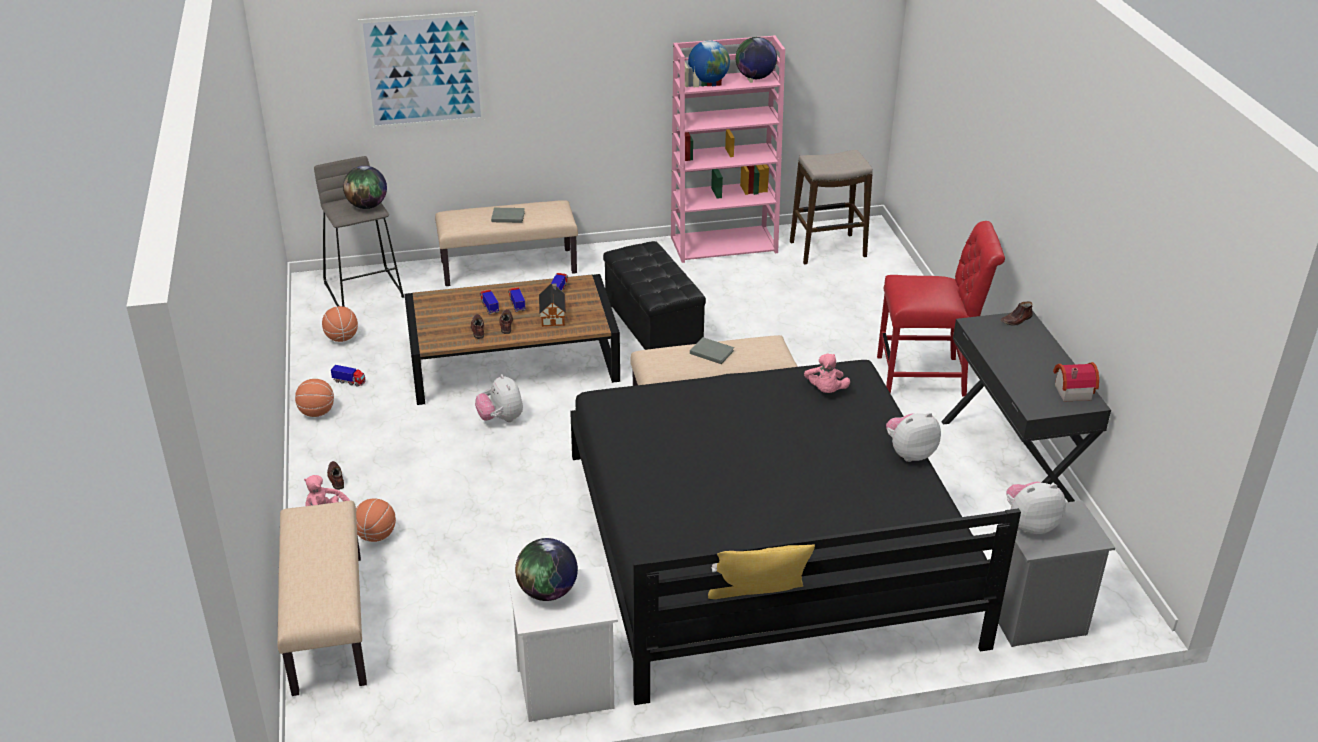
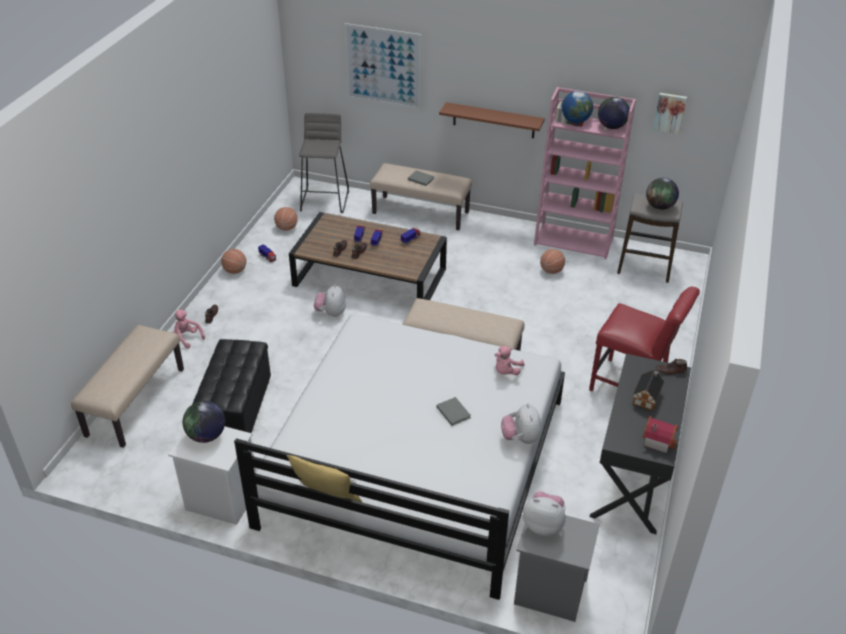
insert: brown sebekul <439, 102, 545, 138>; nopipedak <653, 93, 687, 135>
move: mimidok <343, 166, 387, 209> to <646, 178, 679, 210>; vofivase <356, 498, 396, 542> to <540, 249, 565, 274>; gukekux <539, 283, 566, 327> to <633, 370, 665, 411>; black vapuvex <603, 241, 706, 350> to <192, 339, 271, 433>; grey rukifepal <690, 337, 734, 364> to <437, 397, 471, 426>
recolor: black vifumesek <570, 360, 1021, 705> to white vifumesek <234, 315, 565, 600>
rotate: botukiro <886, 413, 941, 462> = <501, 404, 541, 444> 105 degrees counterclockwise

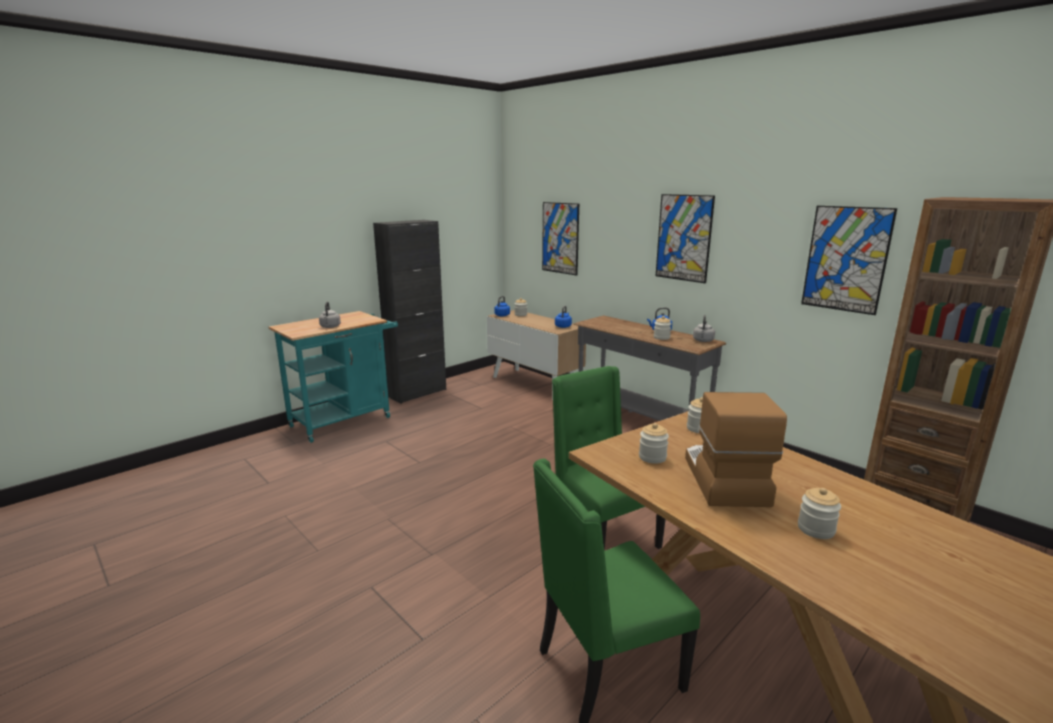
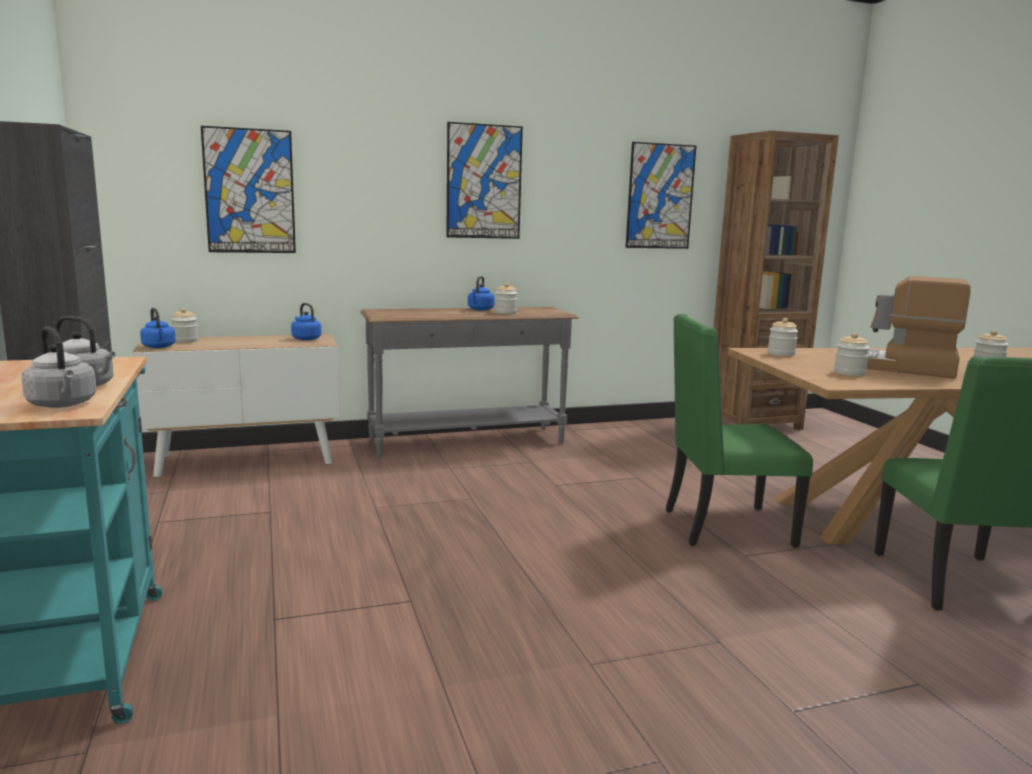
move: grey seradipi <693, 315, 715, 342> to <21, 326, 96, 408>

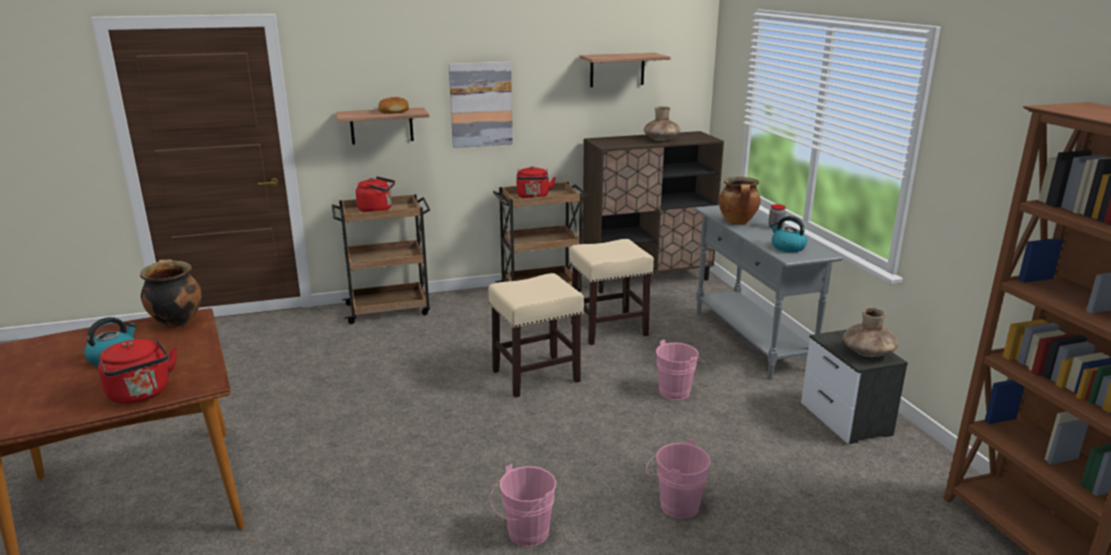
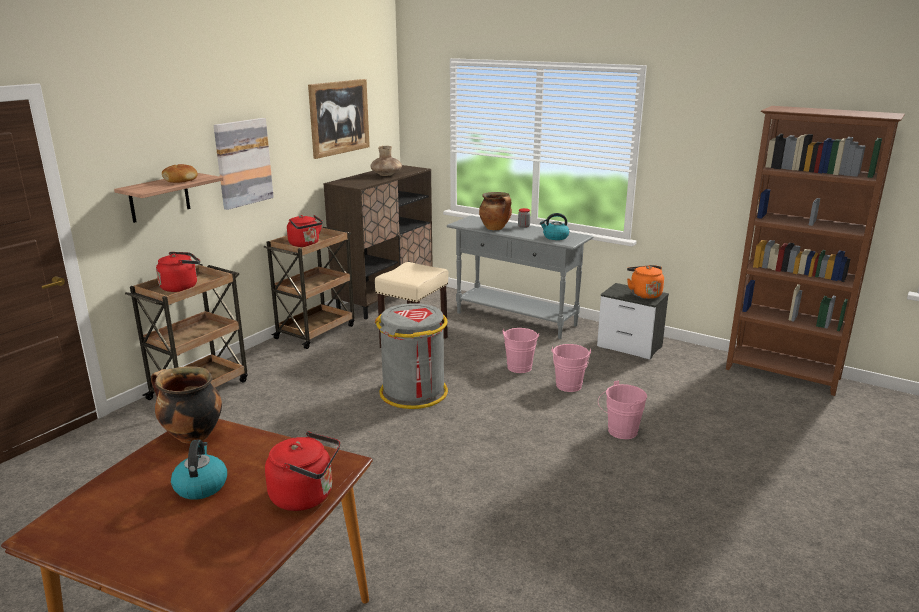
move: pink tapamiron <490, 464, 556, 546> to <551, 344, 591, 392>
replace: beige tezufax <488, 273, 584, 398> to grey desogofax <375, 303, 448, 409>; sebekul <579, 53, 670, 87> to nopipedak <308, 79, 370, 159>; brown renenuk <843, 307, 898, 357> to orange seradipi <627, 265, 664, 299>

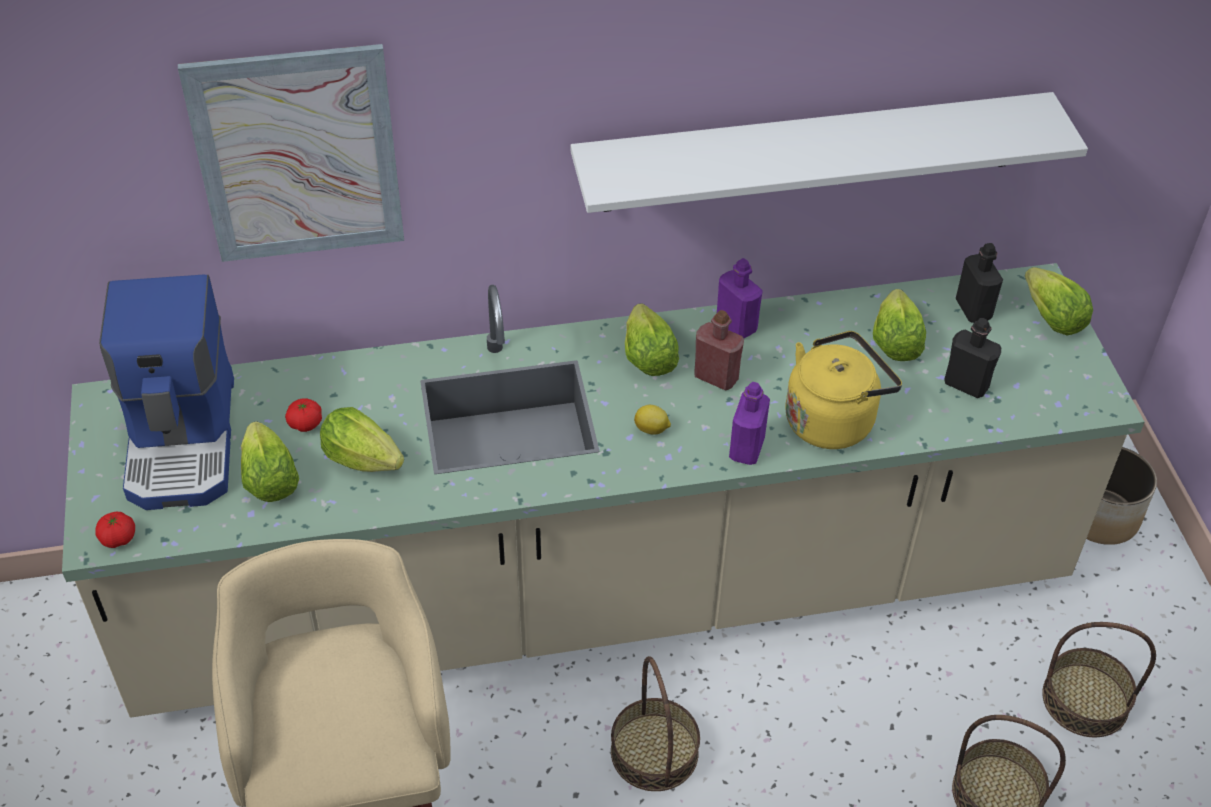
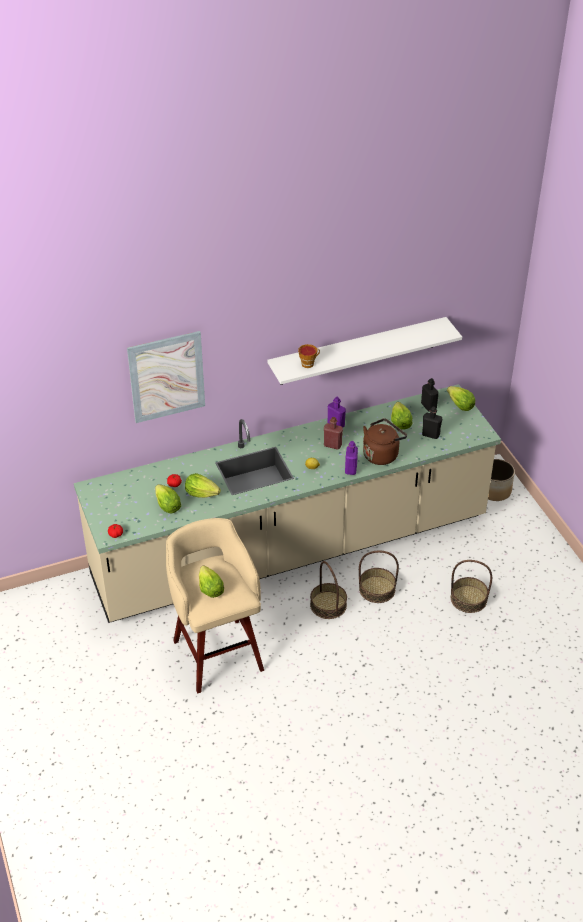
delete: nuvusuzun <99, 275, 234, 510>
insert: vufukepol <298, 344, 320, 368>
move: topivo <625, 304, 679, 376> to <199, 565, 224, 598>; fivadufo <1042, 622, 1156, 737> to <359, 551, 399, 603>
recolor: yellow seradipi <785, 331, 902, 449> to brown seradipi <363, 418, 407, 465>

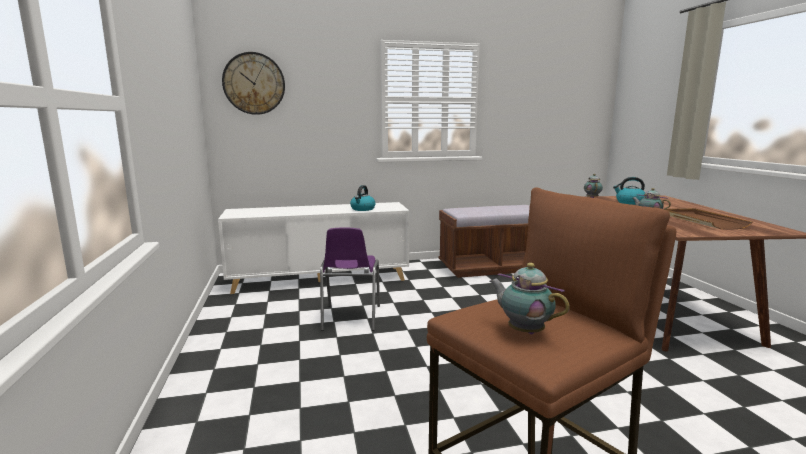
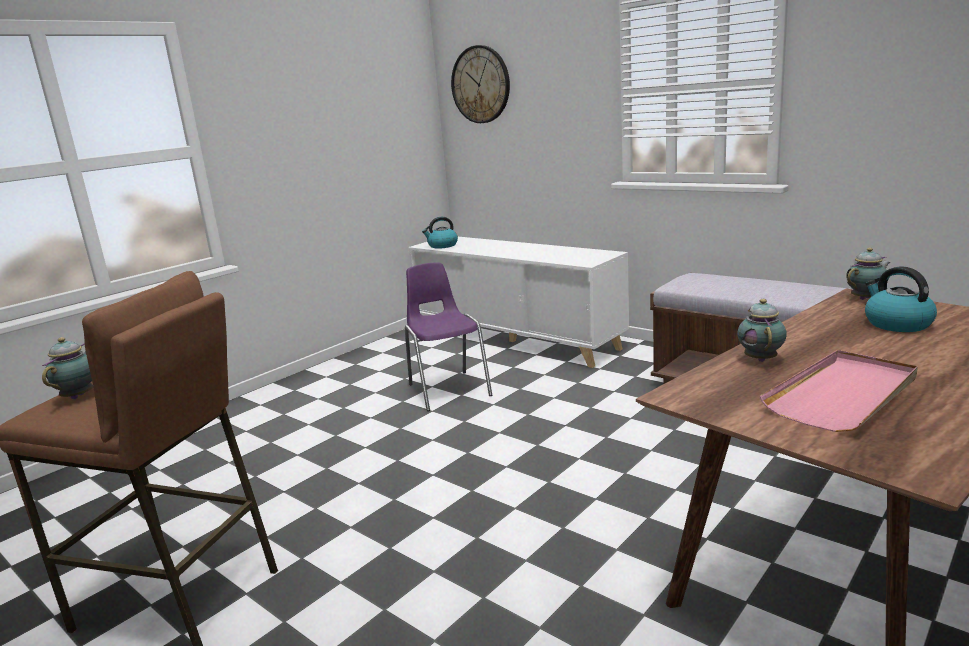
move: seradipi <350, 185, 375, 211> to <422, 217, 458, 249>
recolor: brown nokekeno <665, 208, 752, 230> to pink nokekeno <760, 350, 918, 432>
rotate: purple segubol <320, 228, 380, 331> = <405, 263, 492, 411> 105 degrees clockwise

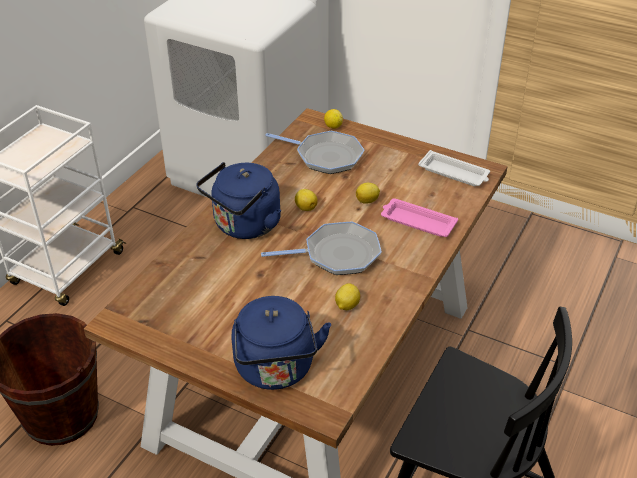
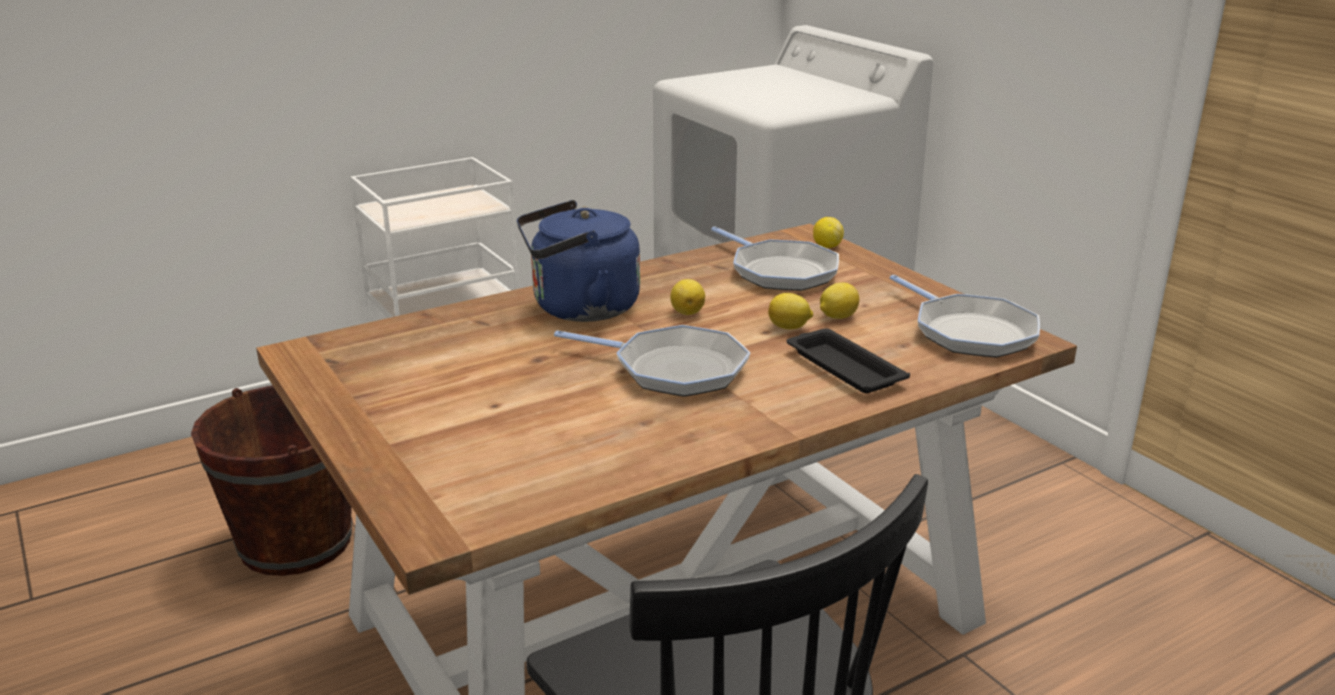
delete: blue seradipi <231, 296, 331, 390>
move: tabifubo <335, 283, 360, 310> to <820, 282, 859, 319>
replace: white nokekeno <418, 150, 490, 186> to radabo <890, 275, 1040, 358>
recolor: pink nokekeno <381, 198, 458, 237> to black nokekeno <787, 329, 910, 393>

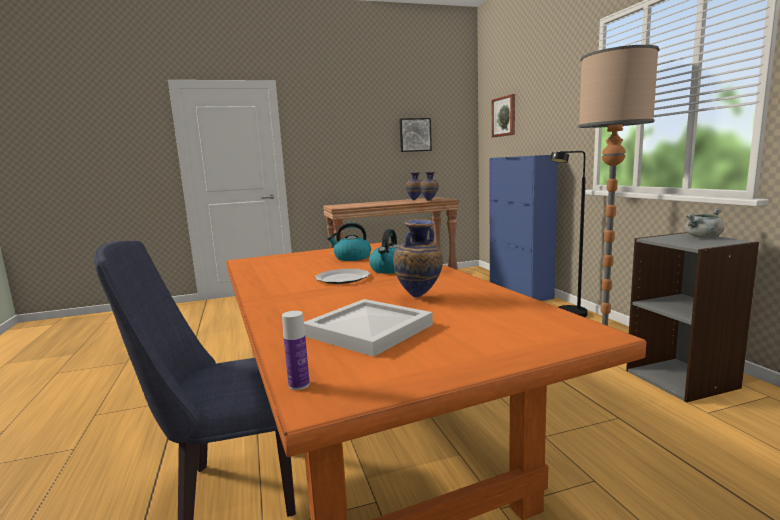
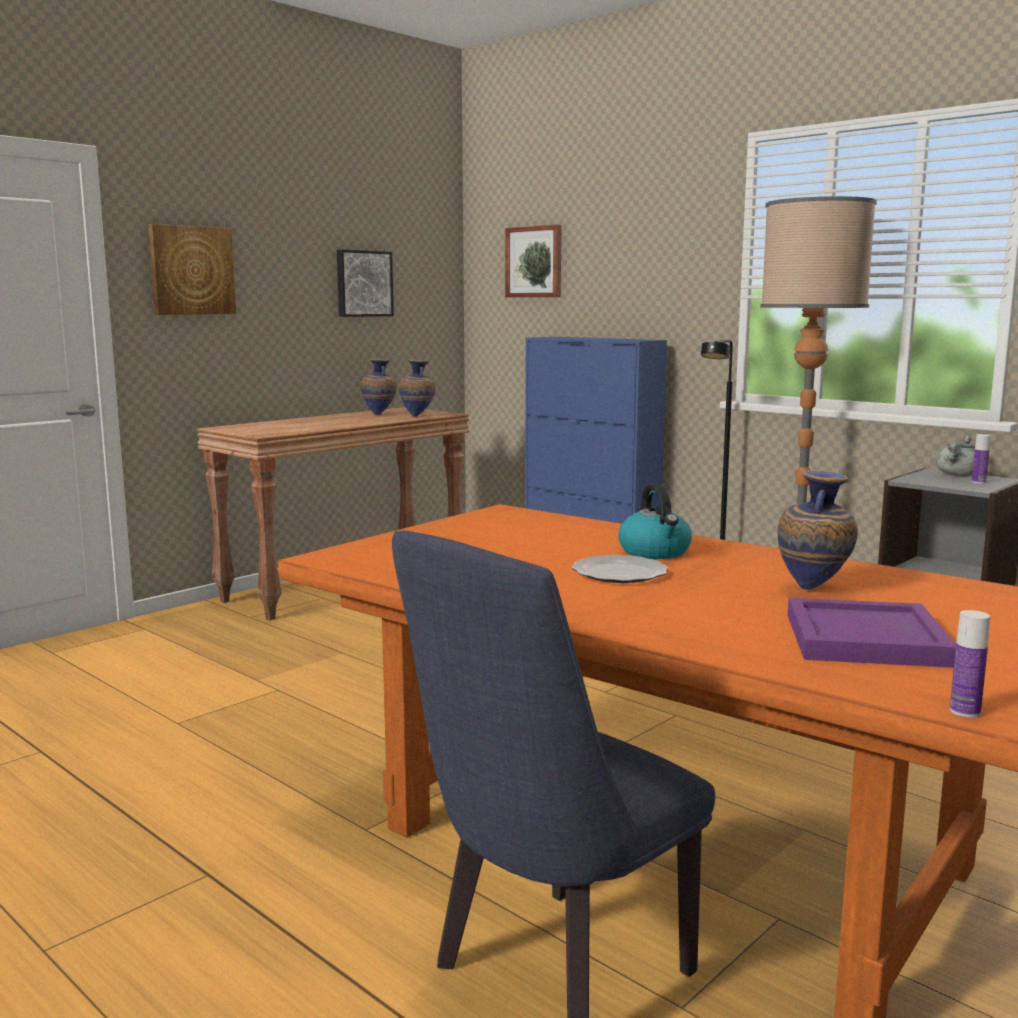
delete: seradipi <327, 223, 371, 261>
insert: nopipedak <148, 224, 236, 315>; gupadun <972, 434, 990, 484>
recolor: white nokekeno <304, 299, 433, 357> to purple nokekeno <788, 598, 956, 668>

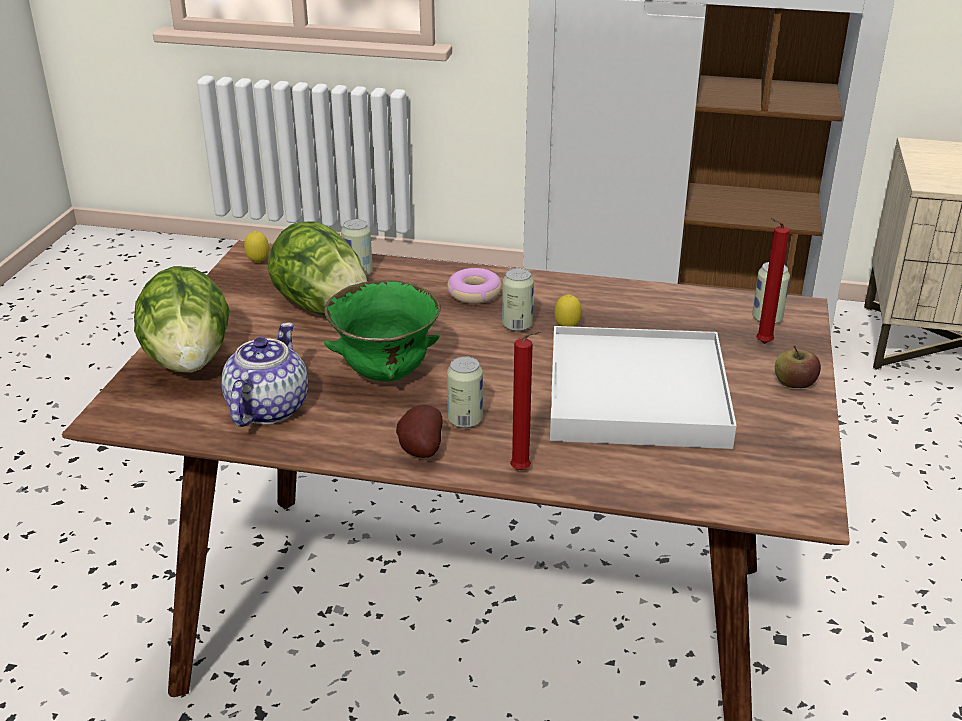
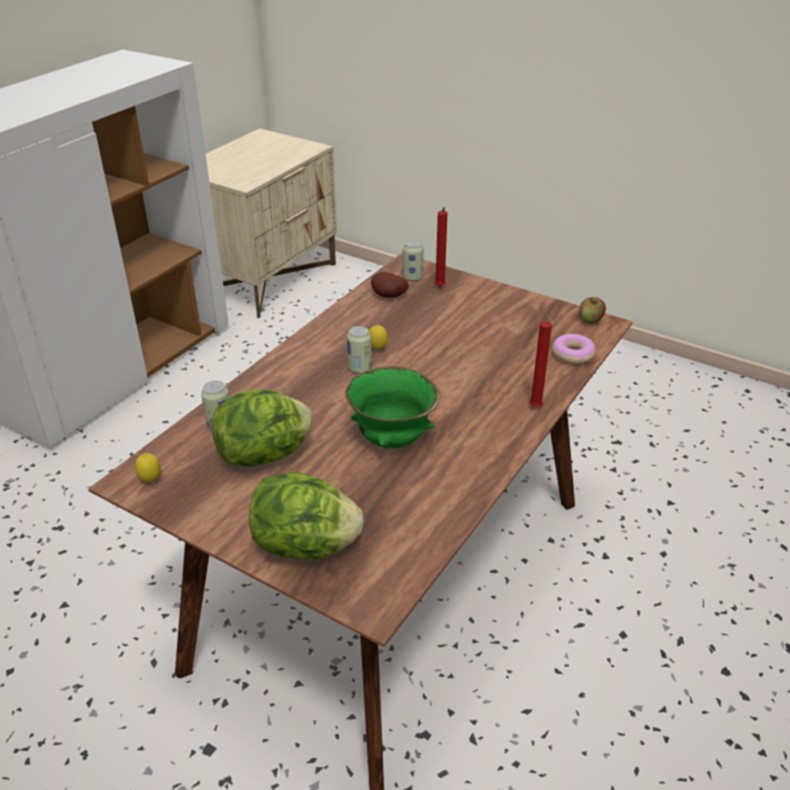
delete: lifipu <222, 322, 308, 427>; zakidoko <447, 356, 483, 428>; white nokekeno <550, 326, 737, 449>
move: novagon <396, 405, 442, 458> to <371, 272, 409, 298>; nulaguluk <447, 268, 502, 304> to <552, 334, 596, 364>; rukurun <775, 346, 821, 388> to <579, 297, 606, 324>

